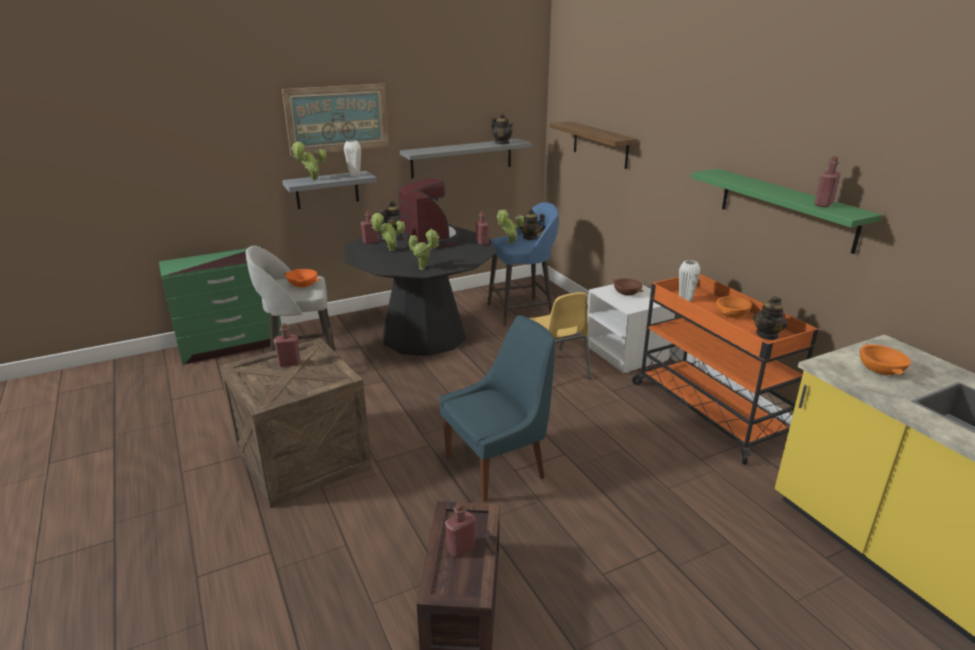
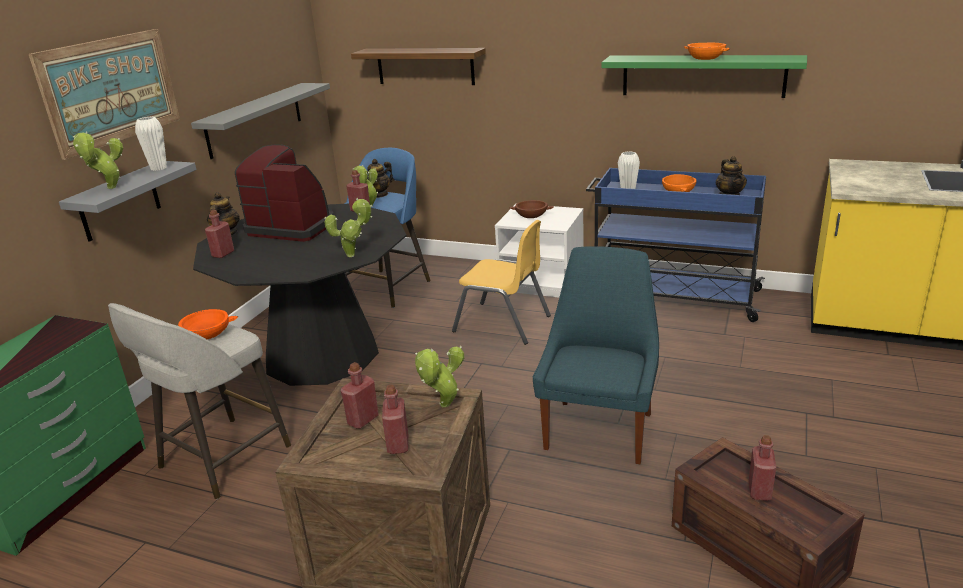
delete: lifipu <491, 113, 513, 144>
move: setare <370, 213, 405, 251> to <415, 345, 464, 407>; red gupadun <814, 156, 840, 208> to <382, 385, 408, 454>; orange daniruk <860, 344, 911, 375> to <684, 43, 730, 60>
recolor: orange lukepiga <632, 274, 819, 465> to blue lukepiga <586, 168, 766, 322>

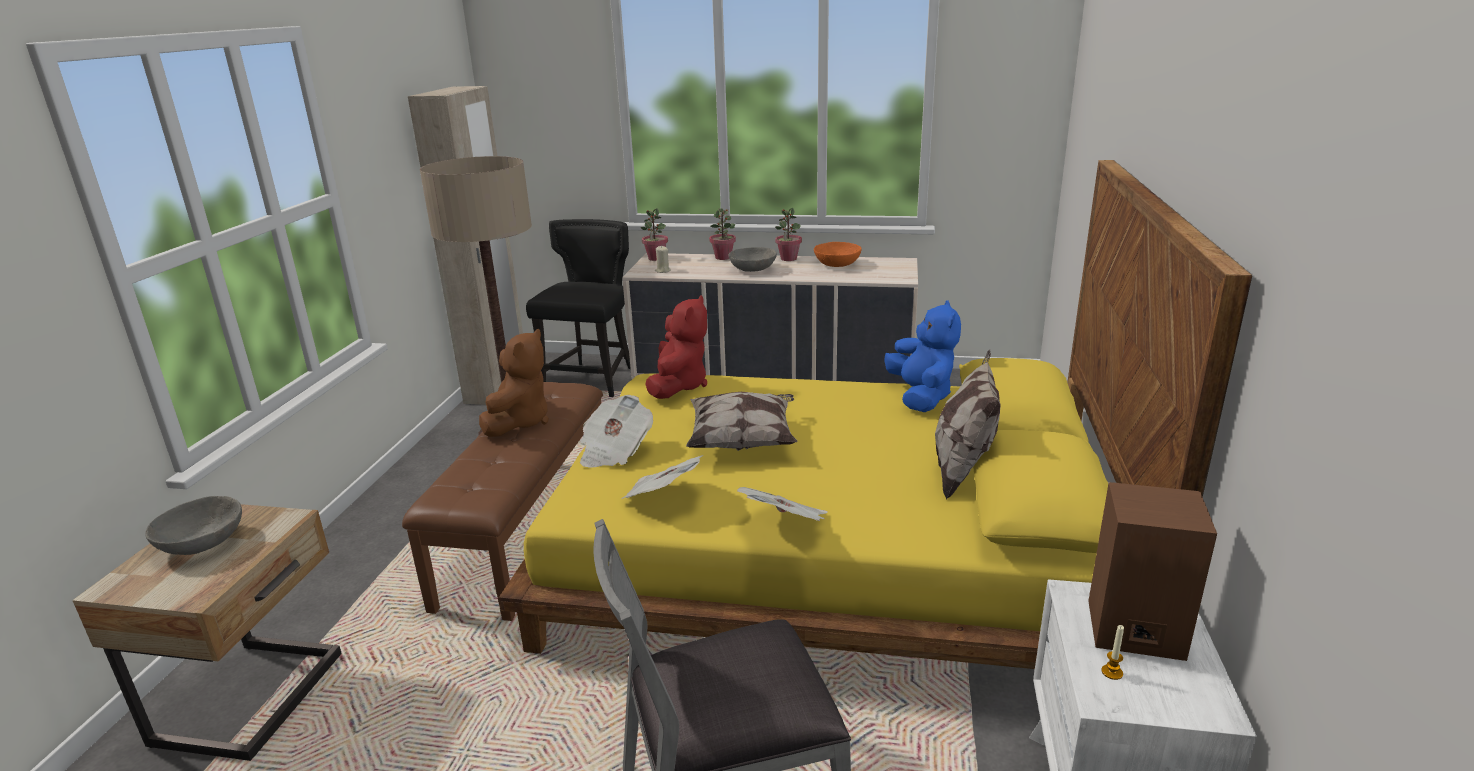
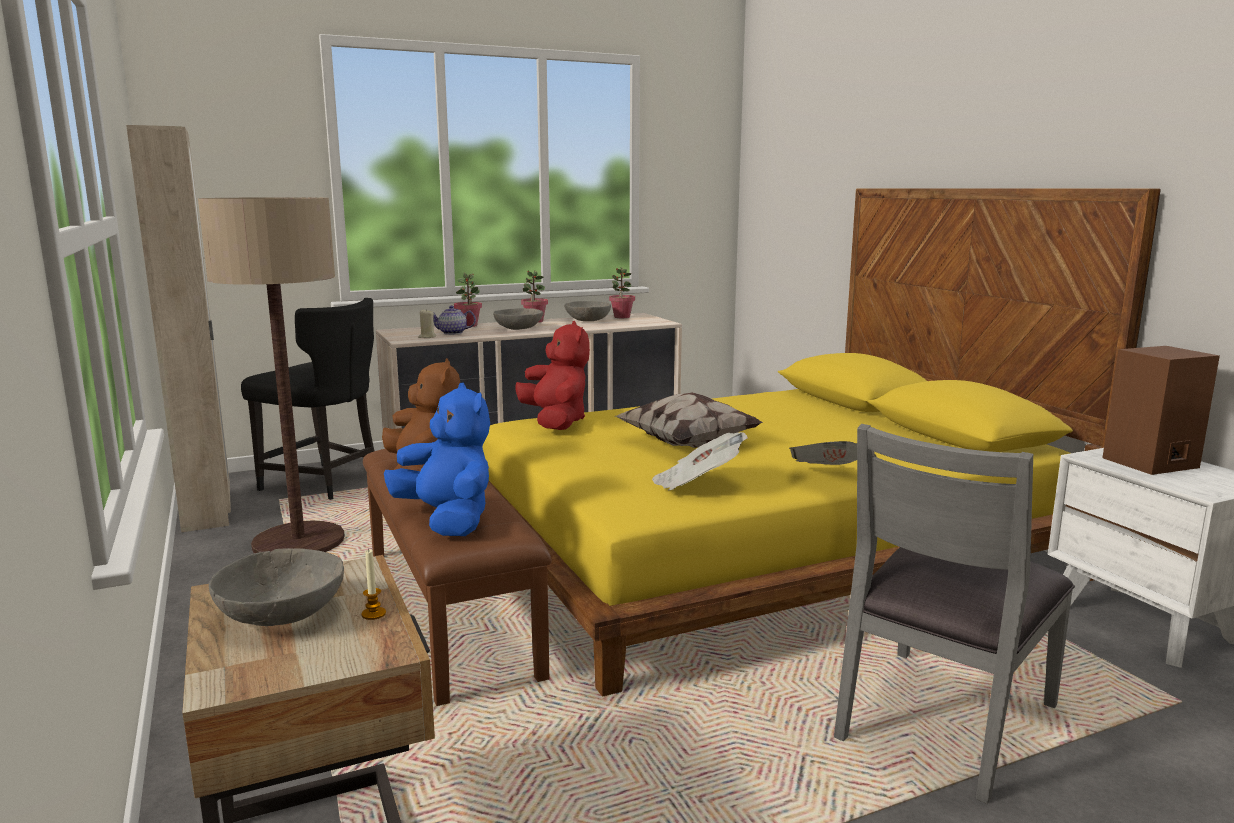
delete: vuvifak <580, 395, 653, 468>; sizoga <935, 350, 1001, 499>
insert: lifipu <433, 305, 476, 335>
move: setare <641, 208, 668, 261> to <609, 267, 635, 318>; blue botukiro <884, 300, 961, 412> to <384, 383, 490, 536>; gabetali <1101, 625, 1124, 680> to <361, 549, 386, 620>
recolor: orange daniruk <814, 242, 861, 267> to grey daniruk <564, 301, 611, 321>
rotate: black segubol <526, 219, 631, 397> = <241, 298, 375, 500> 135 degrees clockwise

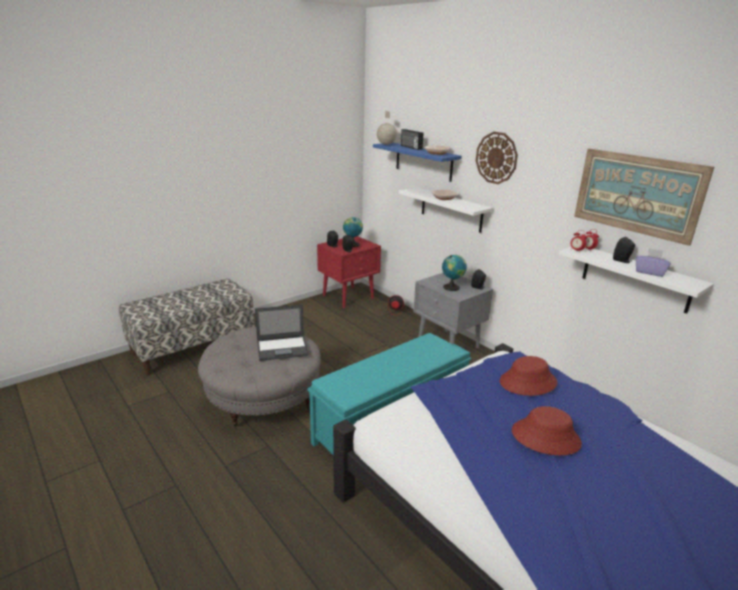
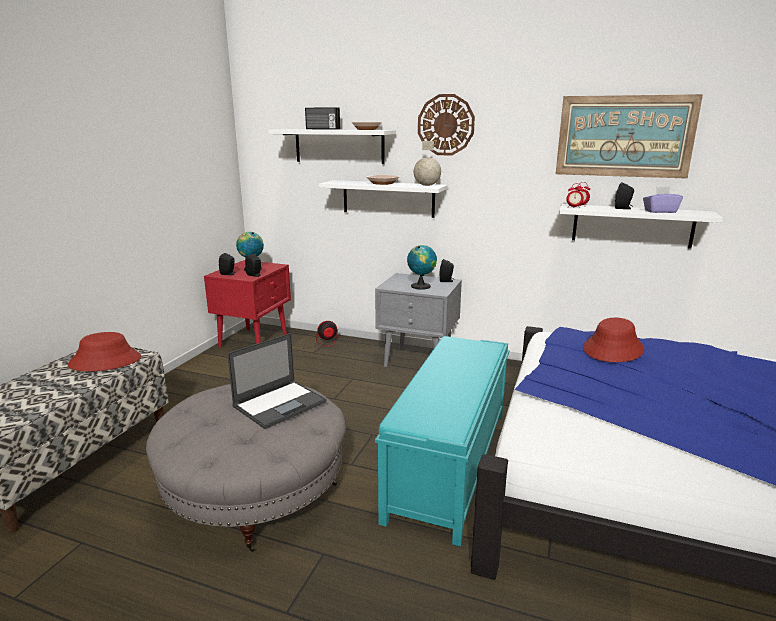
move: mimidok <377, 111, 397, 145> to <414, 141, 441, 186>; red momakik <512, 406, 582, 456> to <67, 332, 141, 371>
recolor: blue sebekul <373, 143, 462, 182> to white sebekul <268, 129, 396, 164>

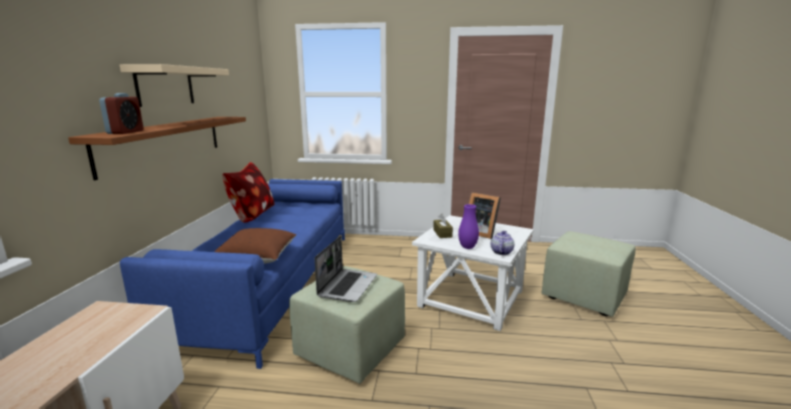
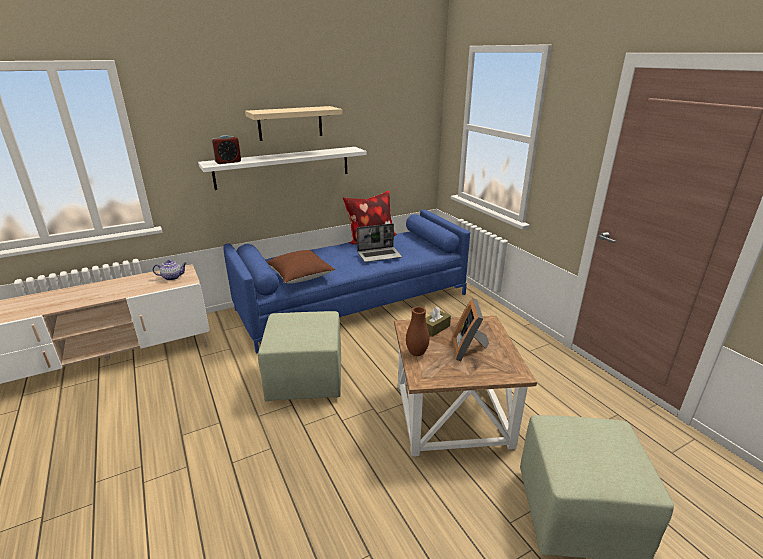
move: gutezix <315, 236, 377, 302> to <357, 223, 402, 262>; lifipu <491, 231, 514, 255> to <152, 260, 187, 280>
recolor: brown sebekul <68, 117, 246, 180> to white sebekul <198, 147, 367, 190>; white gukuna <412, 215, 534, 331> to brown gukuna <394, 316, 537, 457>; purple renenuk <458, 204, 479, 249> to brown renenuk <406, 306, 429, 356>

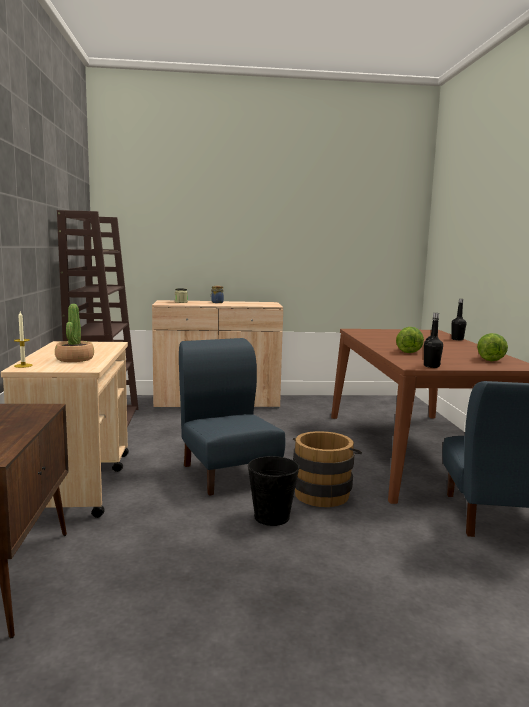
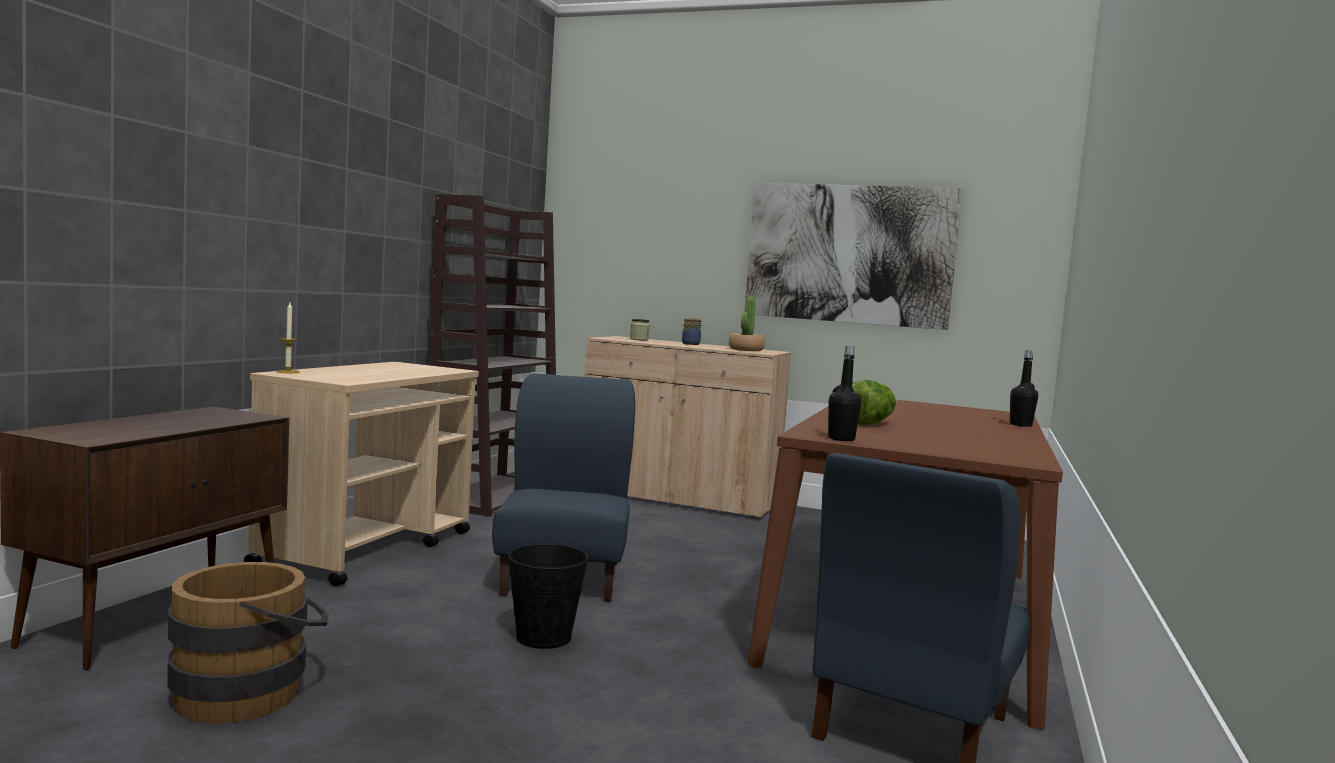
delete: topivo <477, 333, 508, 361>
insert: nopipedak <745, 183, 963, 330>
move: setare <55, 304, 94, 362> to <729, 296, 765, 351>; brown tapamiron <293, 431, 362, 507> to <167, 562, 329, 723>

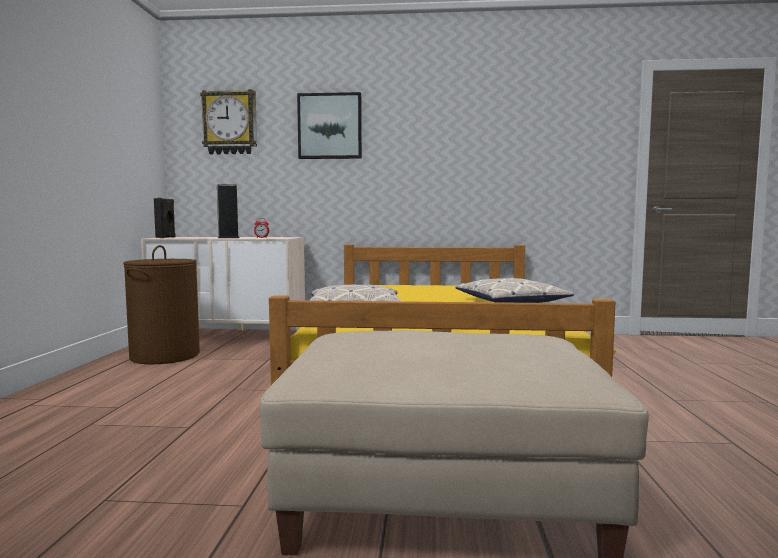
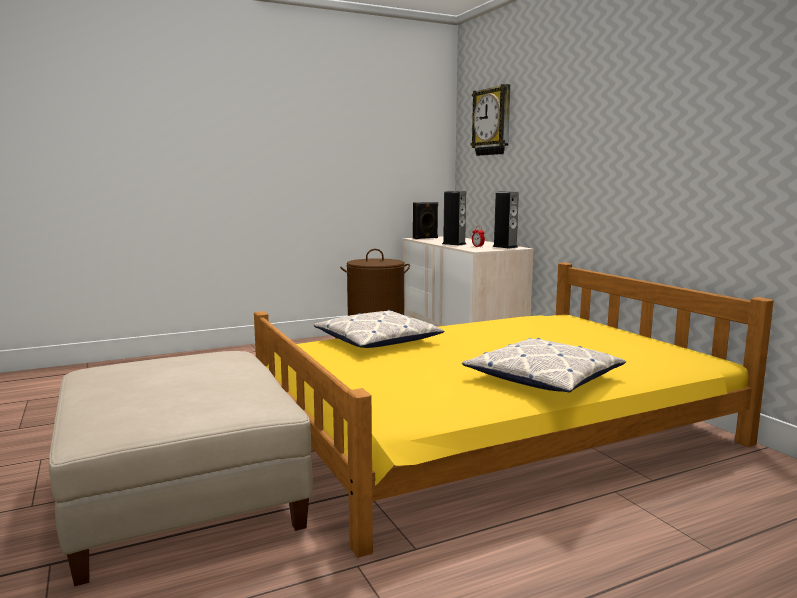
delete: nopipedak <297, 92, 362, 159>
insert: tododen <492, 191, 519, 249>

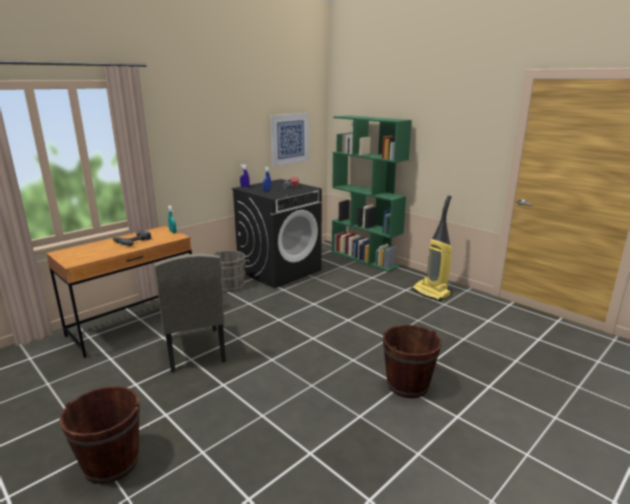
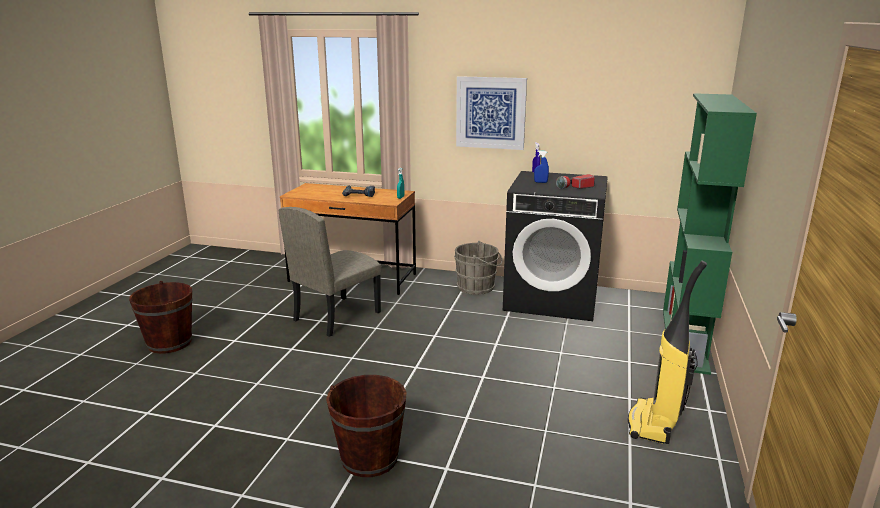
move: nopipedak <270, 113, 309, 167> to <456, 76, 527, 150>

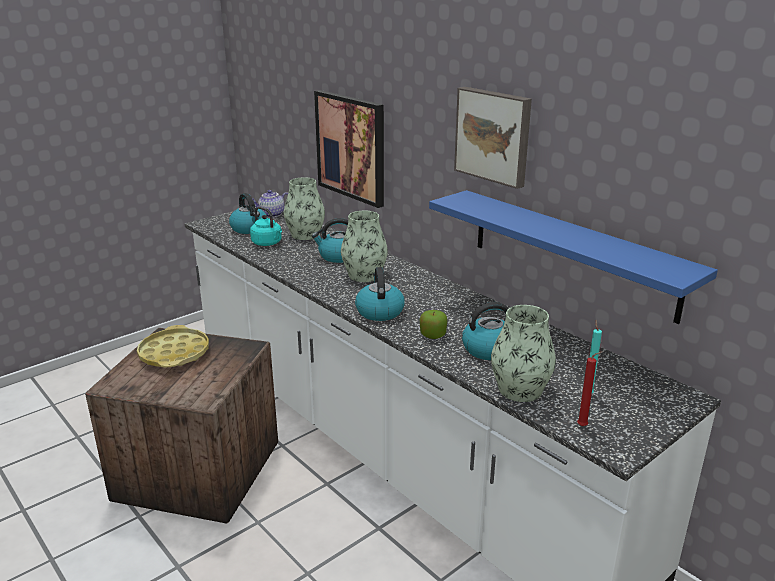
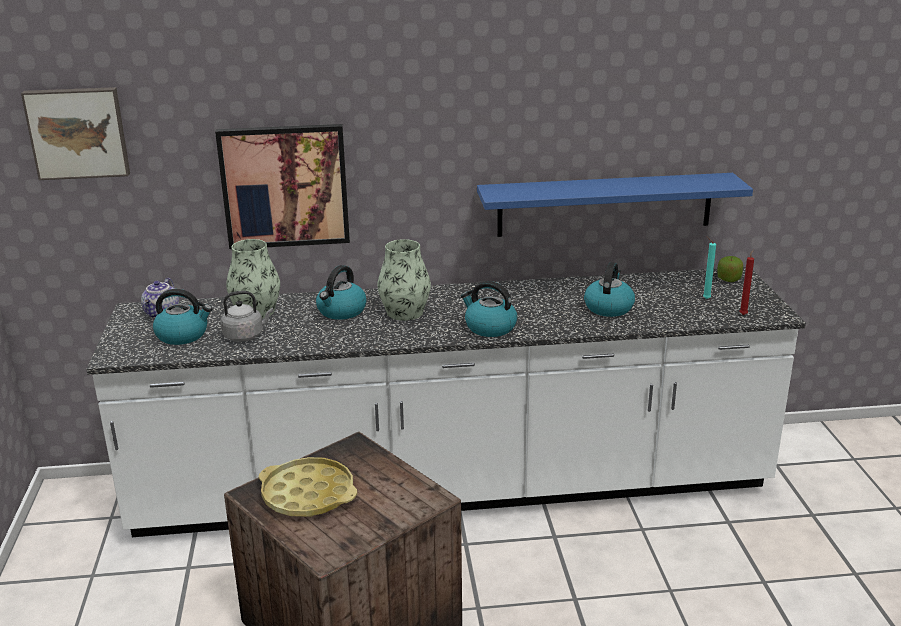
delete: renenuk <491, 305, 556, 402>
move: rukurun <419, 310, 447, 339> to <717, 256, 743, 282>; nopipedak <454, 87, 532, 189> to <21, 87, 130, 180>
recolor: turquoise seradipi <250, 206, 282, 246> to grey seradipi <221, 291, 273, 342>

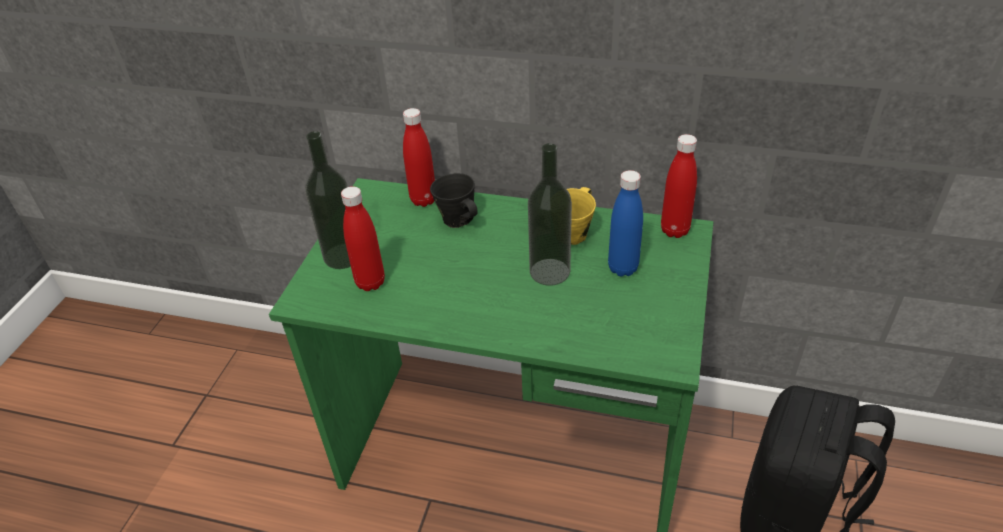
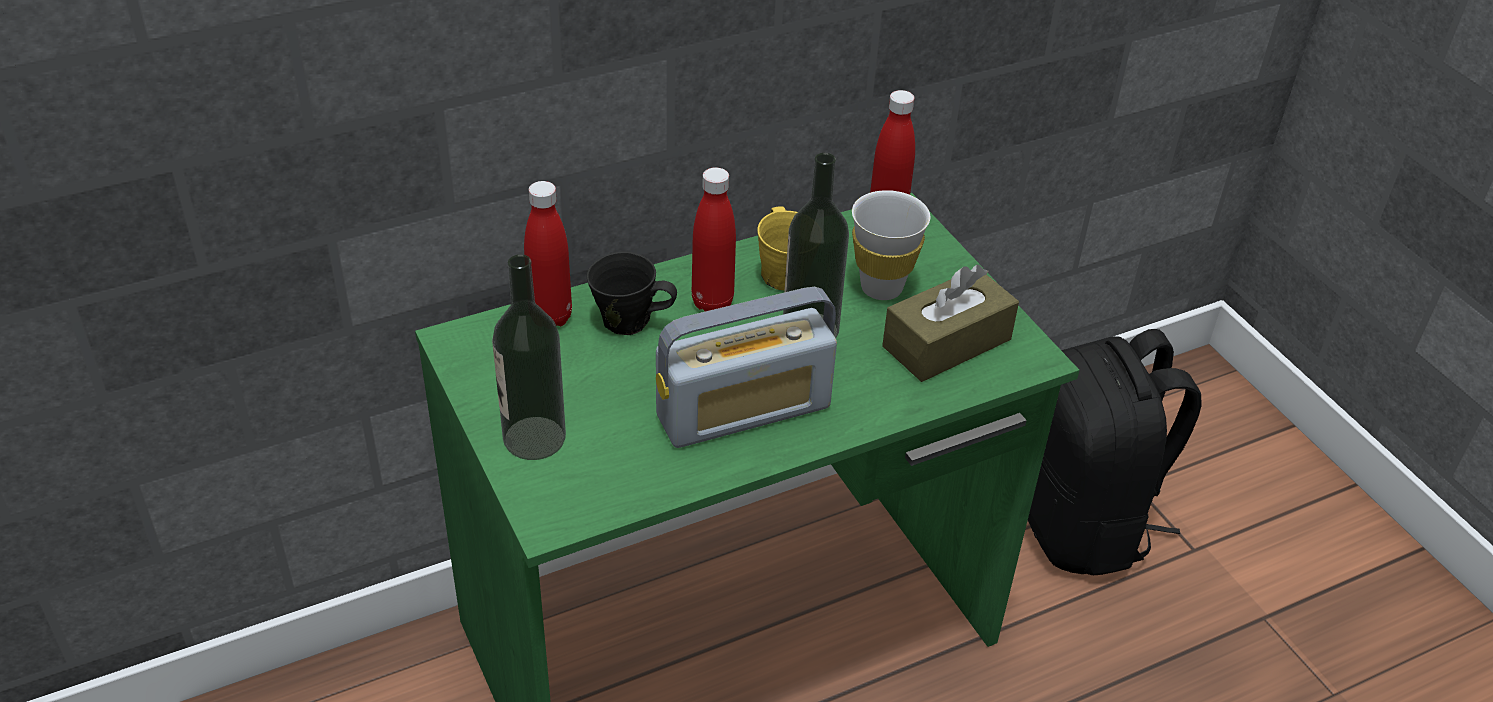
insert: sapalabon <656, 287, 837, 448>; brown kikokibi <882, 265, 1019, 382>
move: red gupadun <341, 186, 385, 291> to <692, 167, 736, 311>
replace: blue gupadun <608, 170, 643, 277> to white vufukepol <852, 190, 930, 300>

